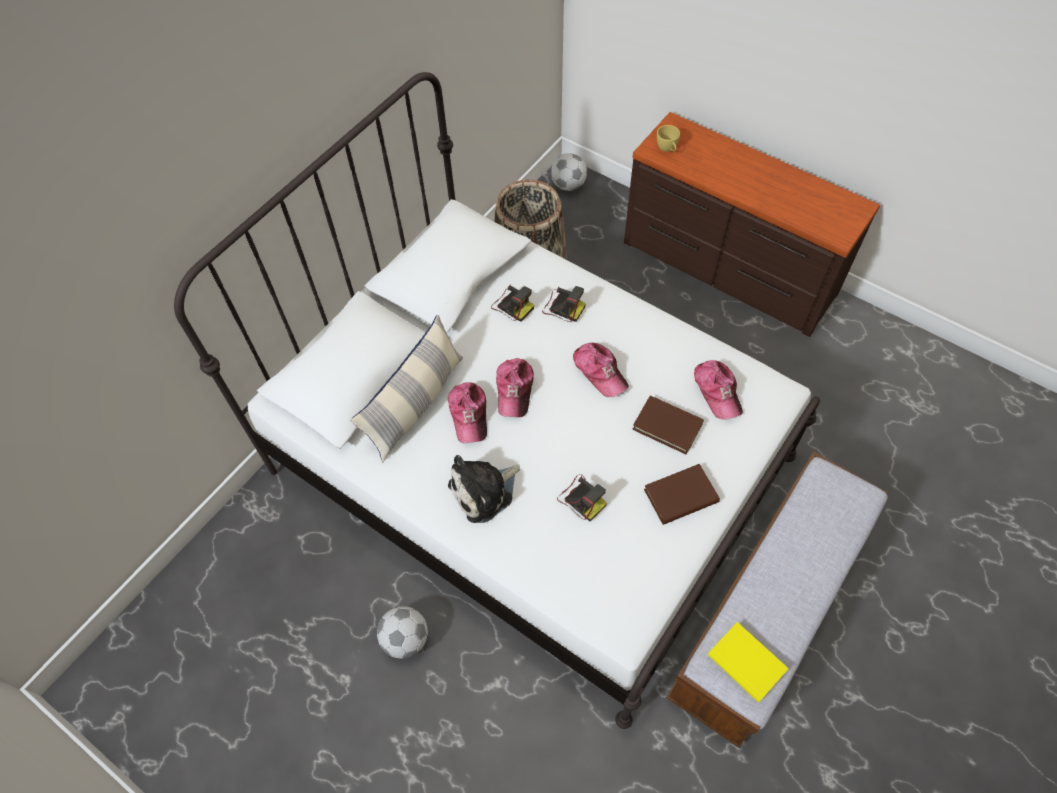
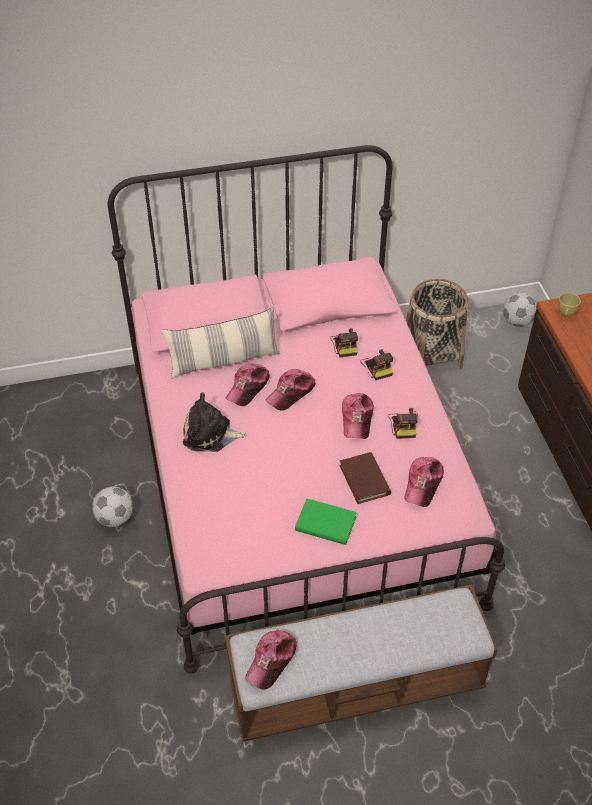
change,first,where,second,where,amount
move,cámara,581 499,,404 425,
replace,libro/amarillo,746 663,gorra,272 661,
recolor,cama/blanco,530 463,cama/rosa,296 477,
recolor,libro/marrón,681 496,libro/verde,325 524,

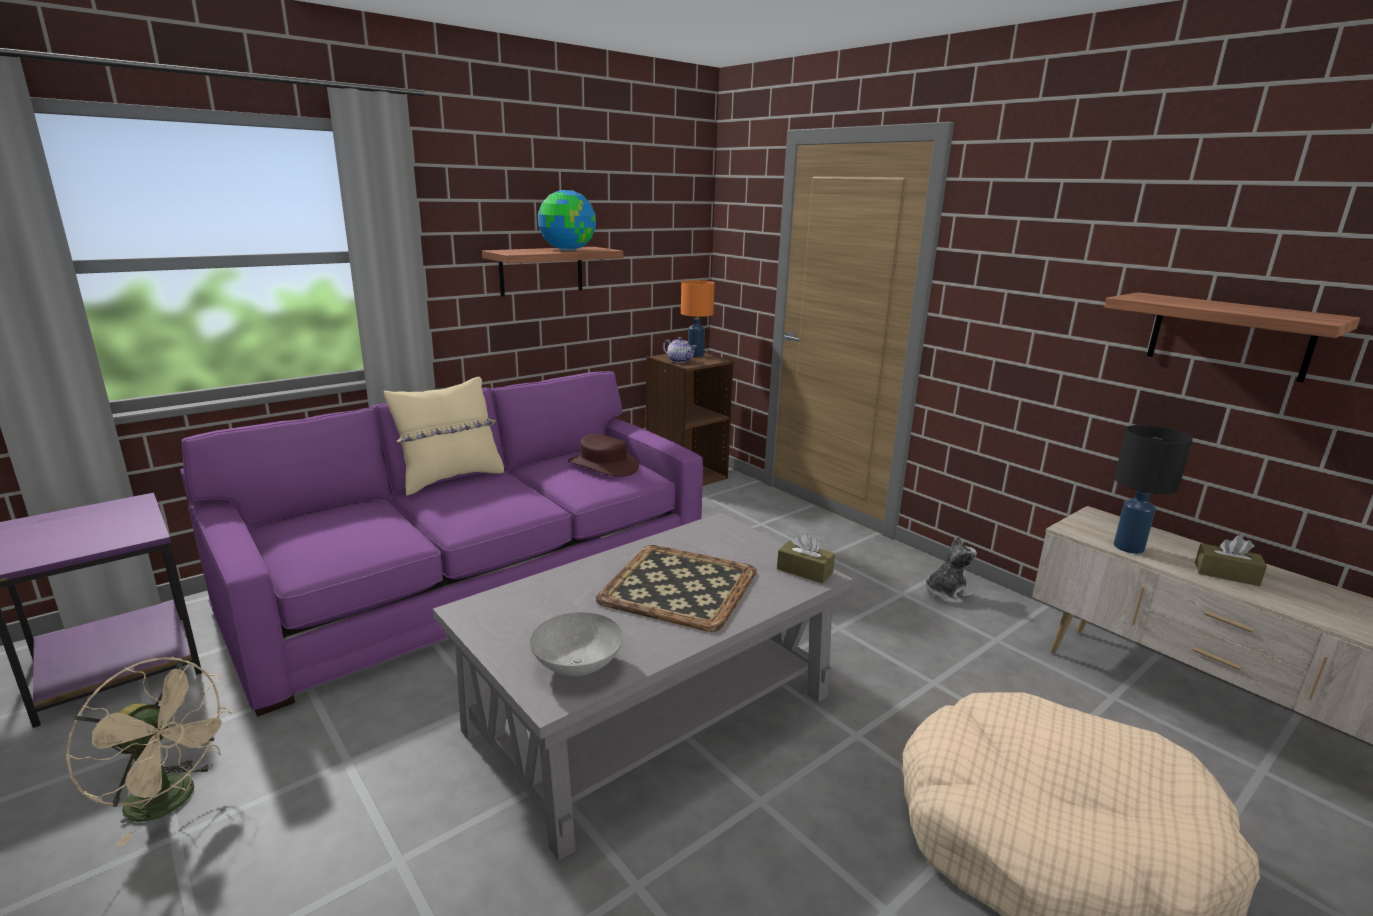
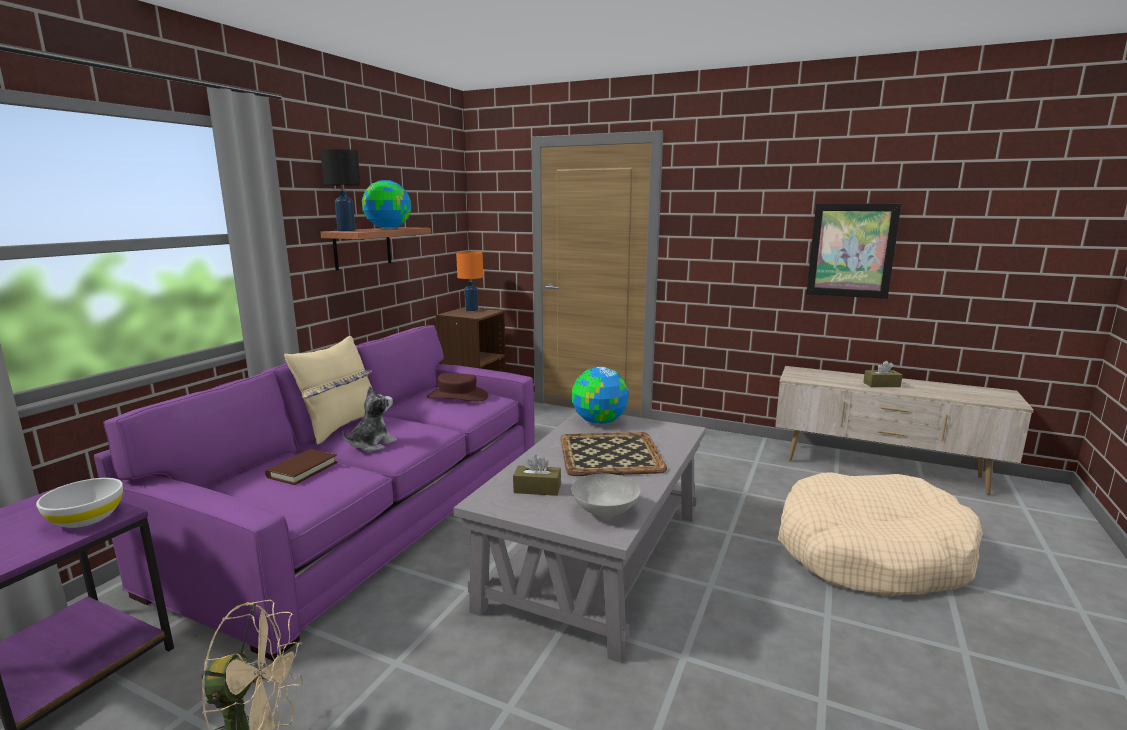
change,first,where,second,where,amount
delete,tetera,679 361,,,
insert,,,cuenco/blanco,86 518,
insert,,,libro/marrón,302 470,
insert,,,globo terráqueo,599 422,
move,caja de pañuelos/marrón,804 571,,537 489,
move,peluche,946 593,,371 444,
move,lámpara de mesa/negro,1129 548,,346 230,
replace,estante,1229 336,cuadro,851 250,

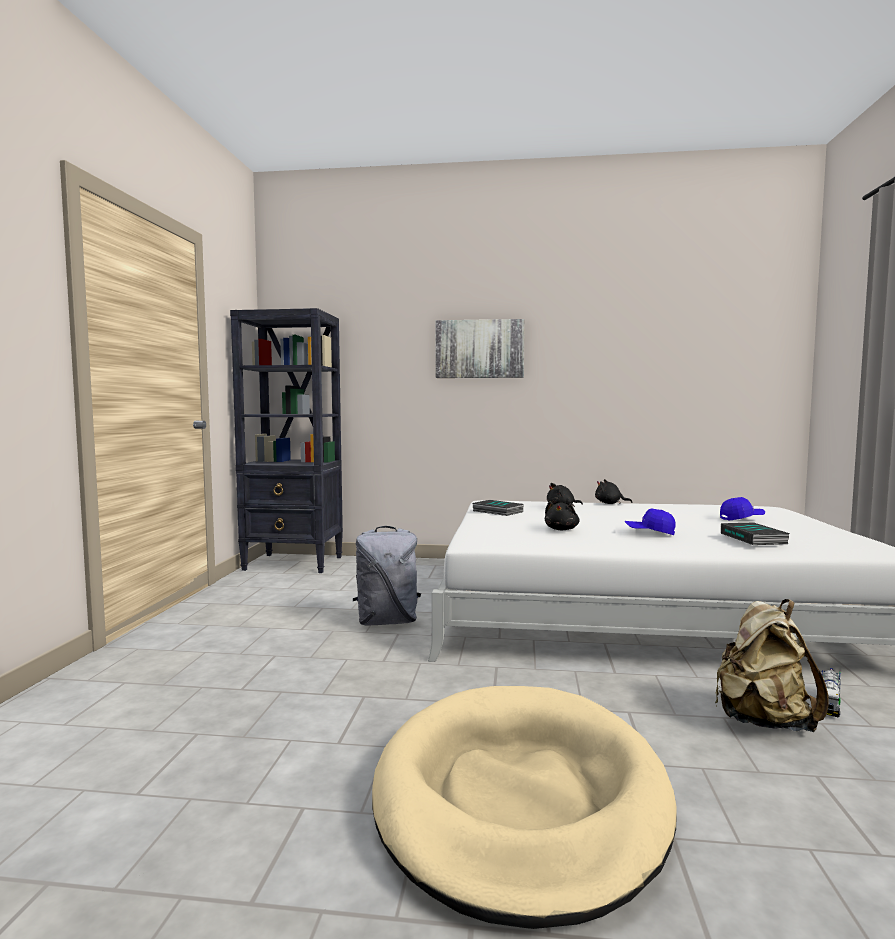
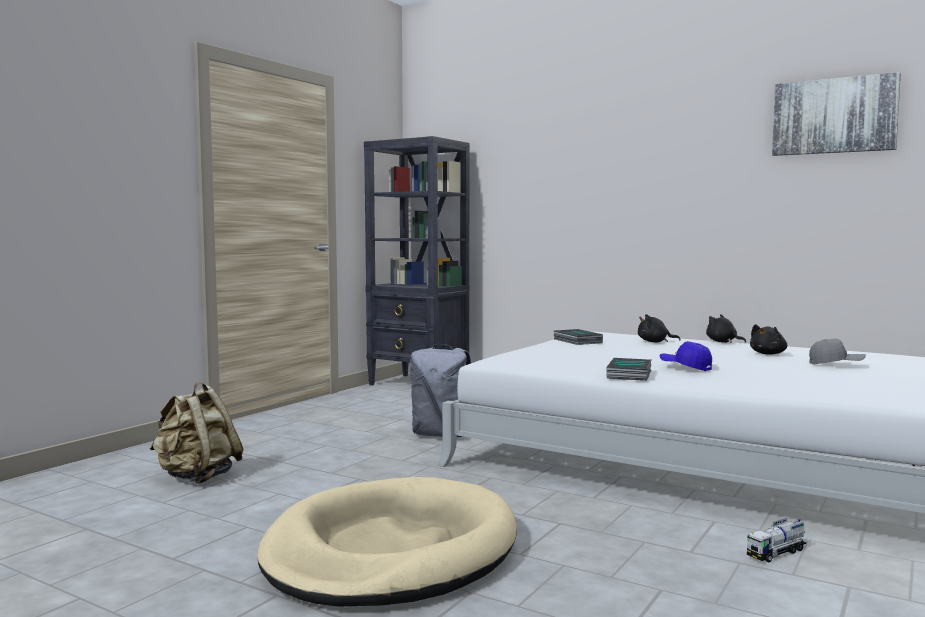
change,first,where,second,where,amount
move,cuadro,479 349,,834 116,
move,peluche/negro,561 529,,769 354,
move,mochila/beis,763 721,,197 477,
move,libro,754 538,,630 374,
recolor,gorra/azul,741 518,gorra/gris,836 364,

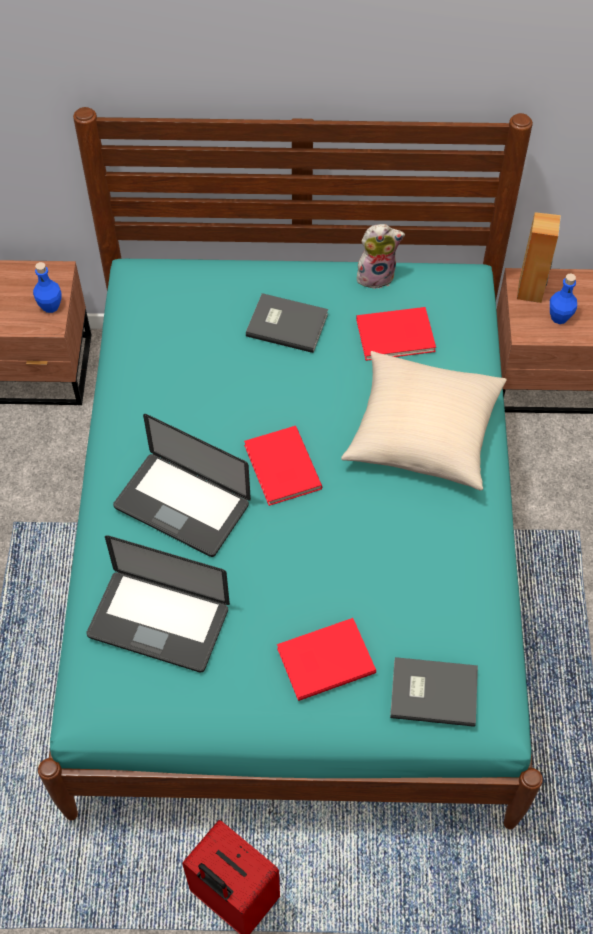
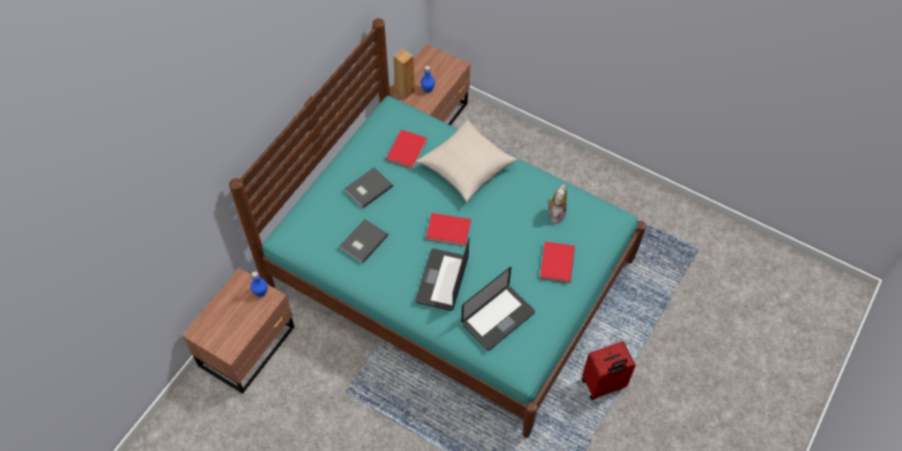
change,first,where,second,where,amount
move,peluche,376 275,,555 213,
move,libro/gris,432 691,,362 241,
rotate,portátil,182 505,,442 280,135 degrees clockwise

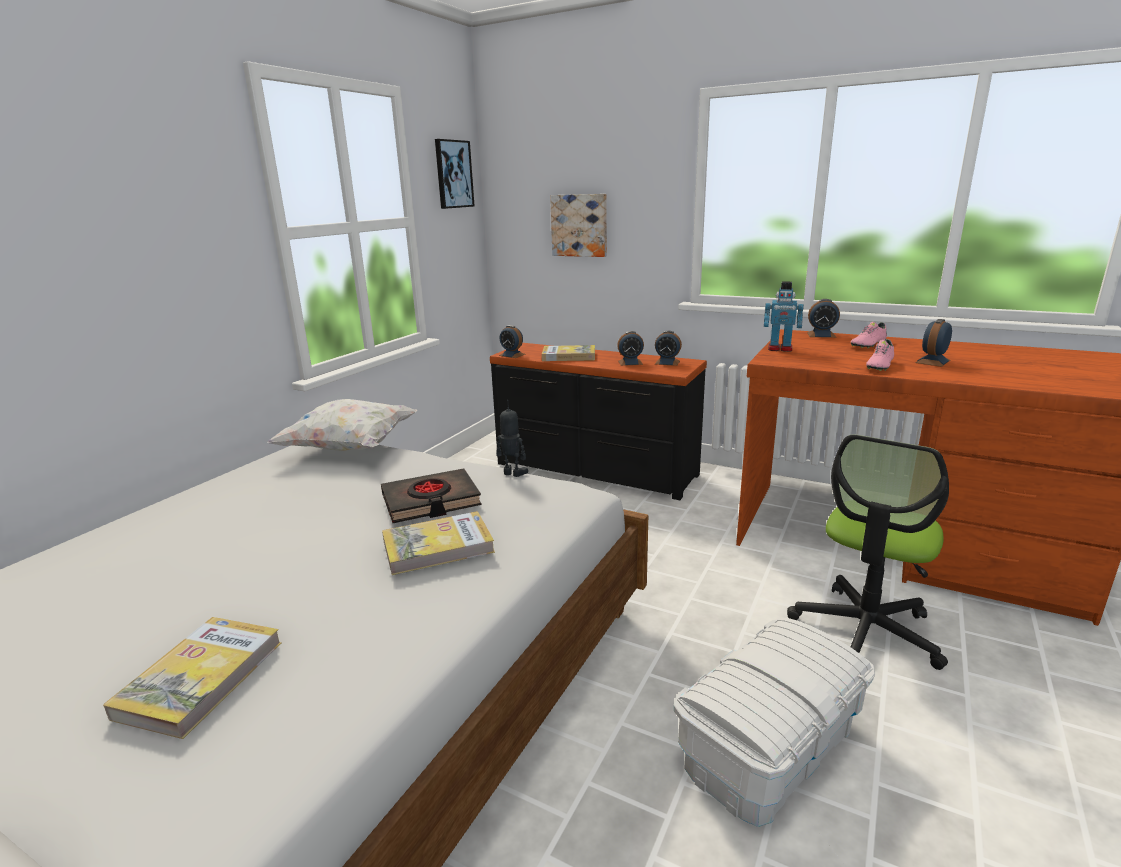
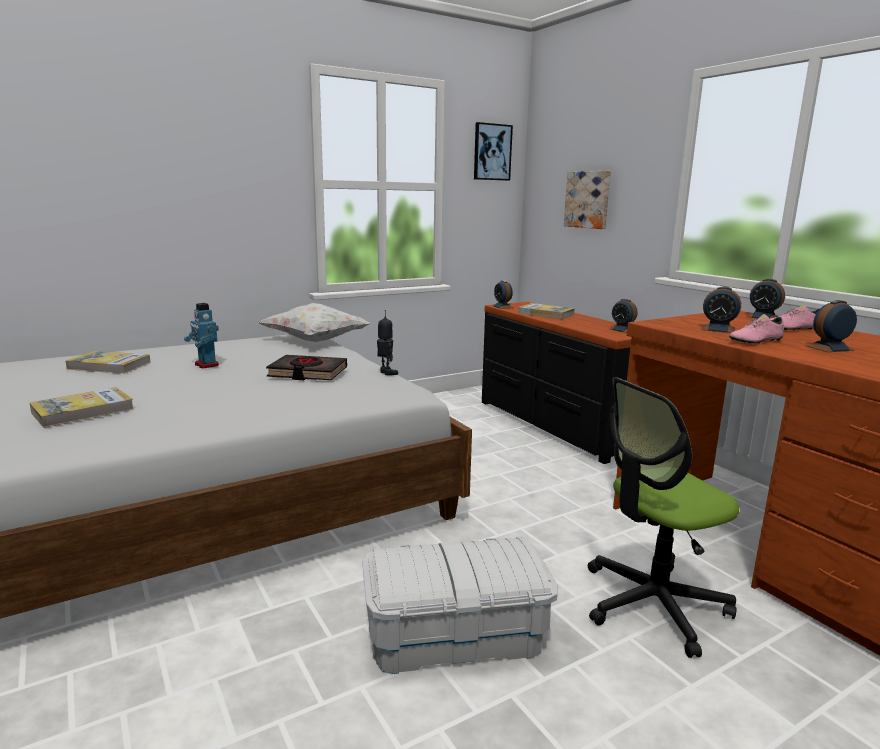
change,first,where,second,where,amount
move,libro,438 547,,109 366,
move,despertador,630 362,,718 329,
move,robot de juguete,780 349,,206 365,

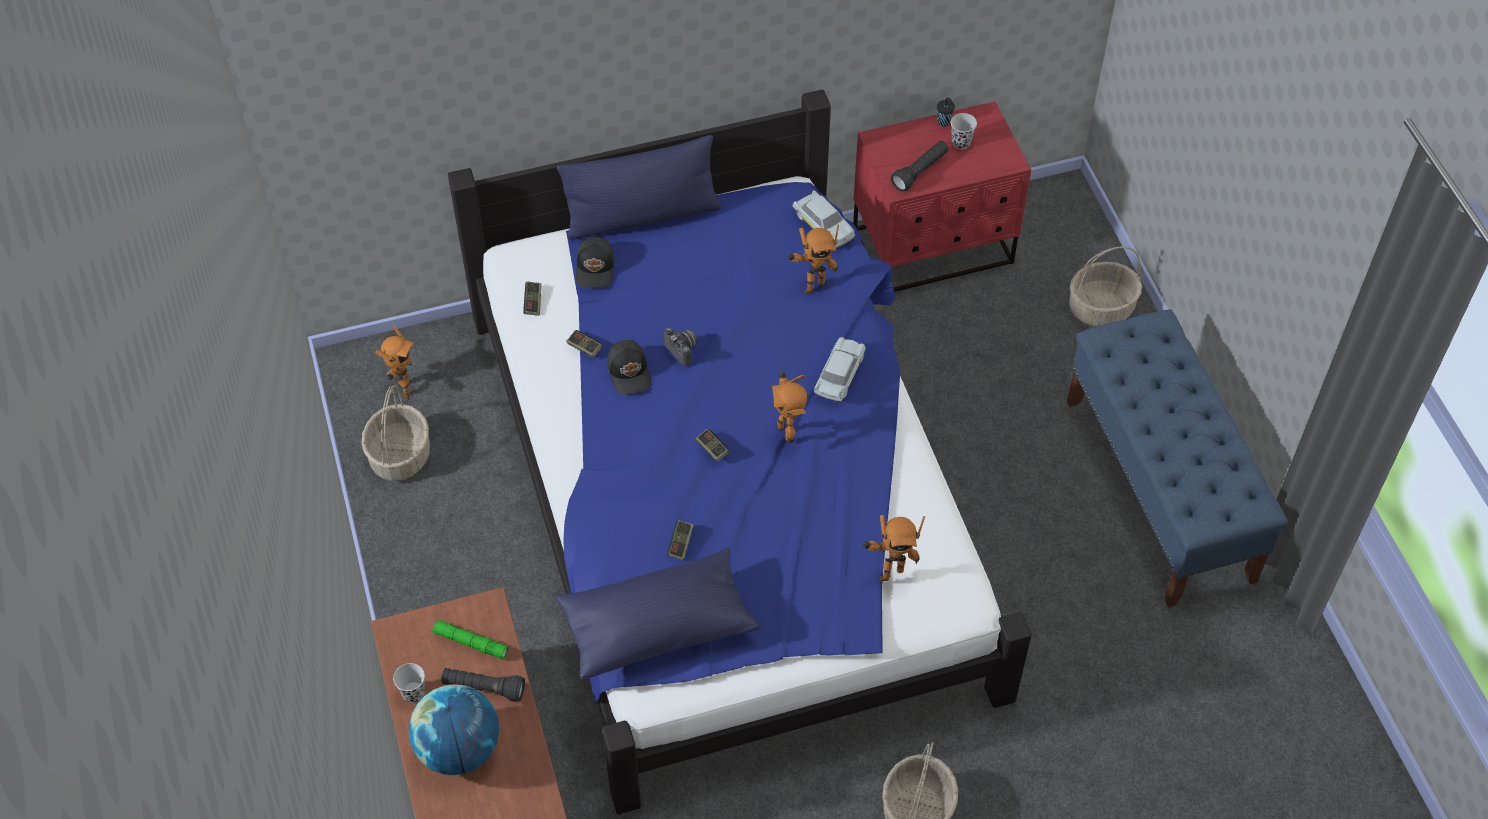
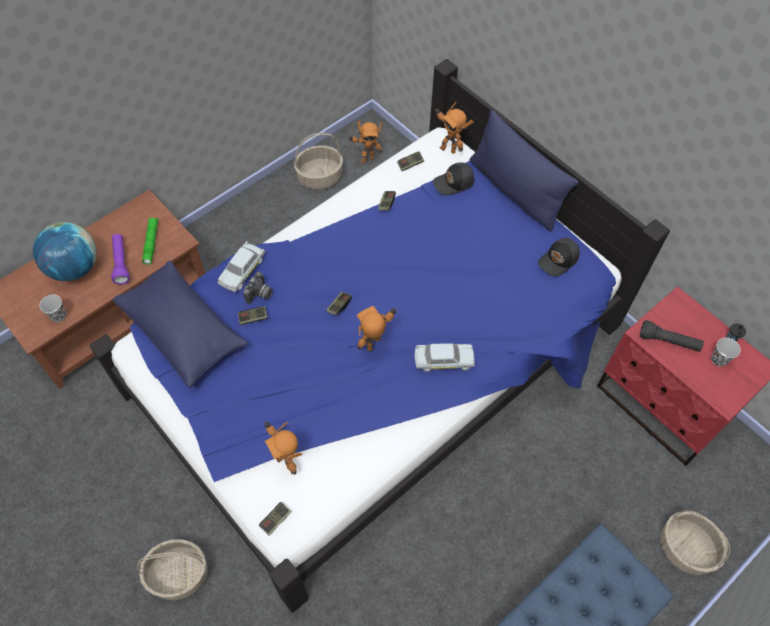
change,first,where,second,where,amount
insert,,,mando de consola,276 520,
move,taza/negro,413 693,,58 315,
move,gorra/negro,630 372,,559 260,
move,cámara,683 350,,260 294,
move,robot de juguete,812 285,,448 148,
move,coche de juguete/blanco,823 225,,242 270,
recolor,linterna/negro,484 688,linterna/morado,121 263,

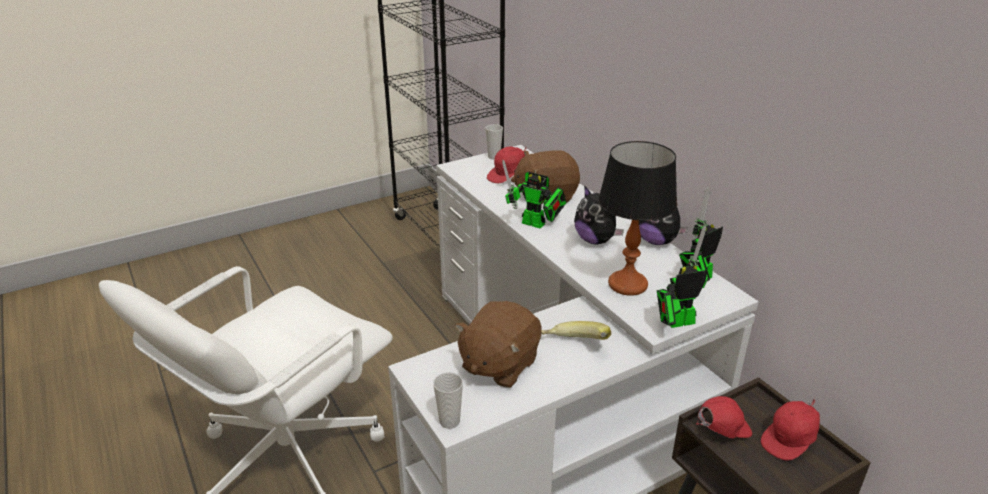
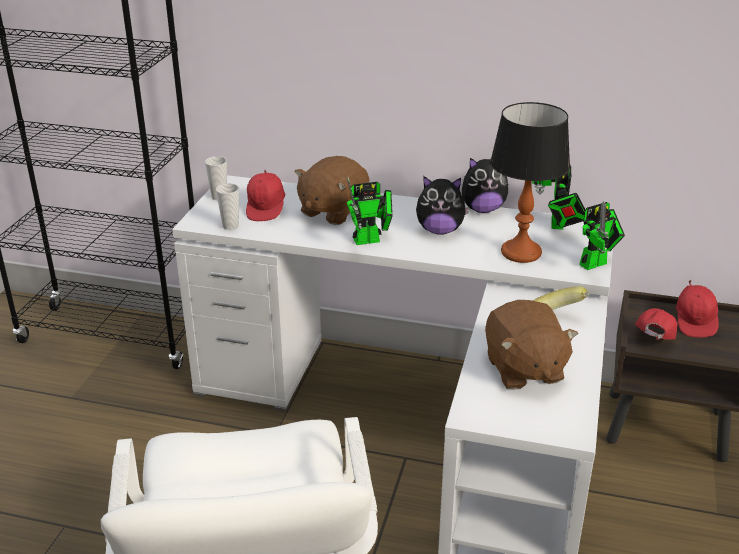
change,first,where,second,where,amount
move,taza,449 421,,230 226,
rotate,robot de juguete,676 323,,596 263,150 degrees counterclockwise

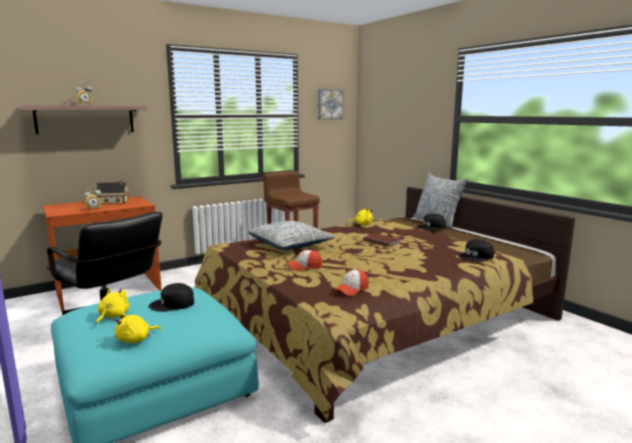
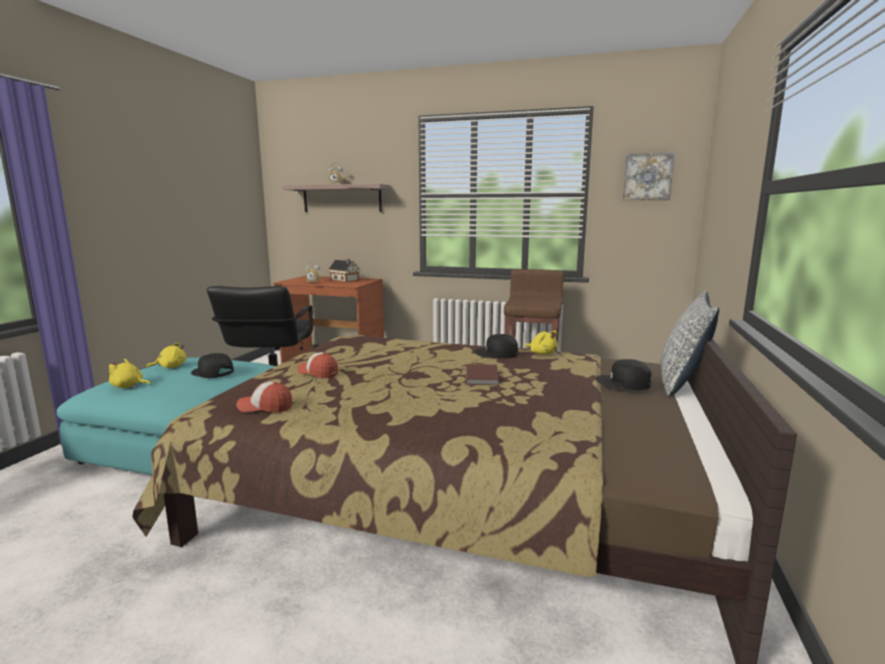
change,first,where,second,where,amount
delete,cojín,290 245,,,
move,gorra/negro,476 256,,496 353,

